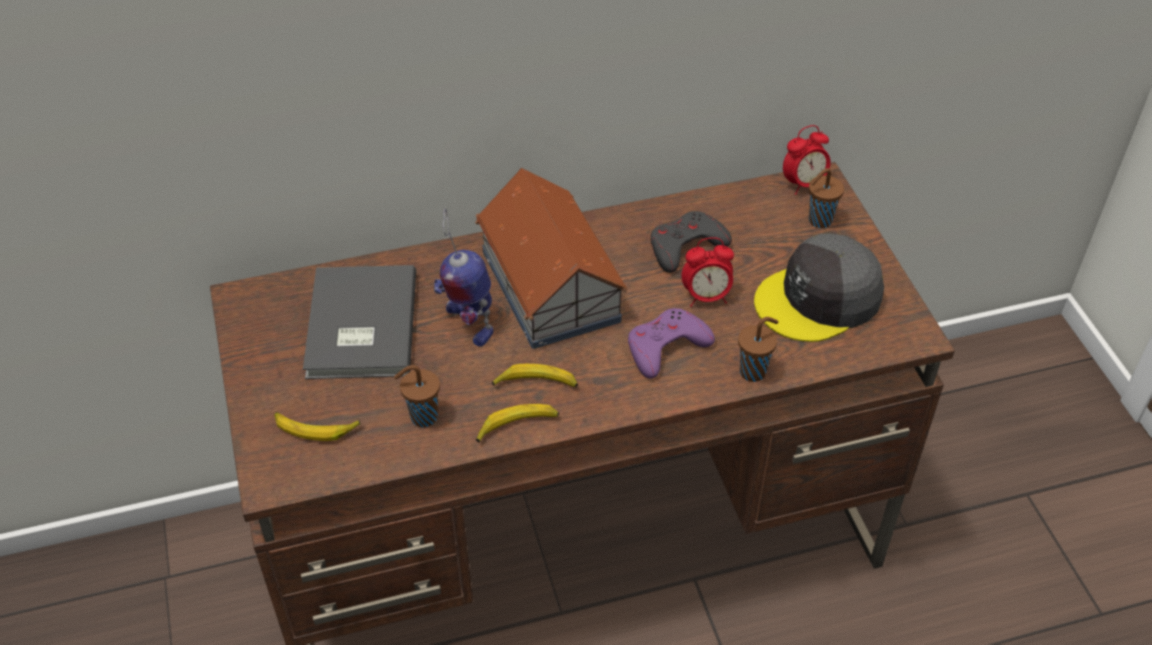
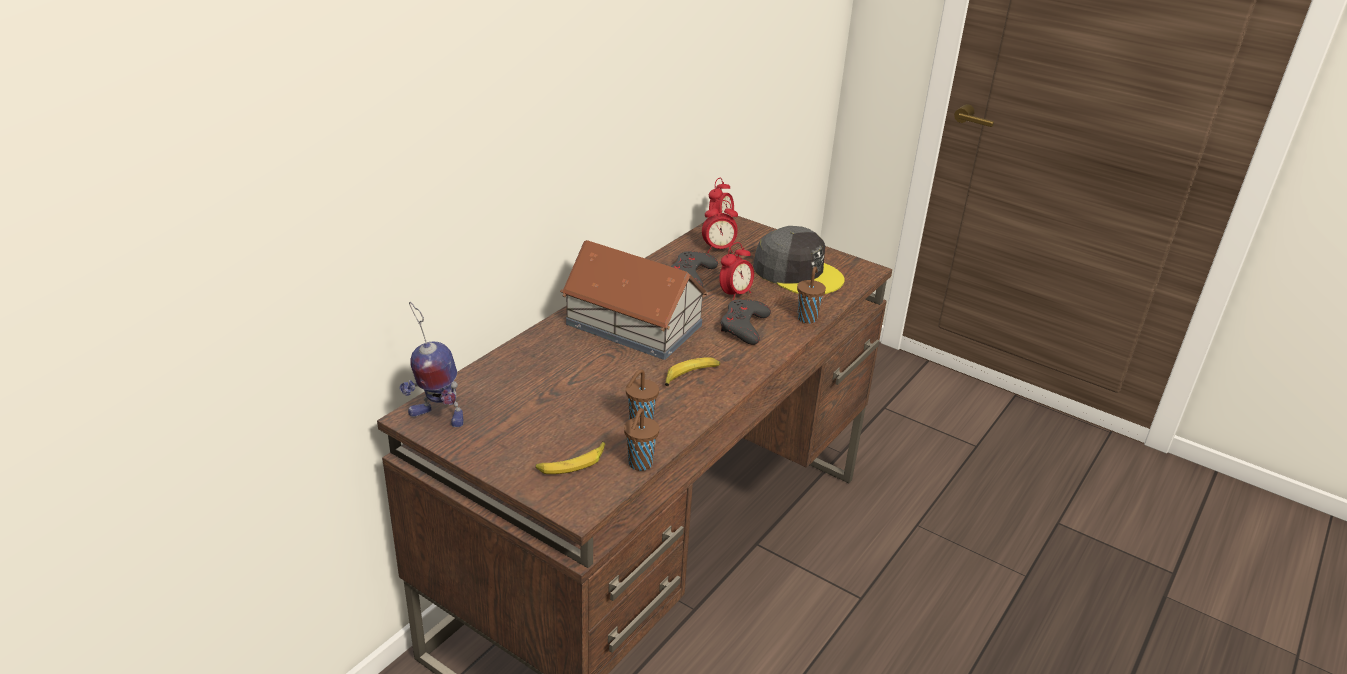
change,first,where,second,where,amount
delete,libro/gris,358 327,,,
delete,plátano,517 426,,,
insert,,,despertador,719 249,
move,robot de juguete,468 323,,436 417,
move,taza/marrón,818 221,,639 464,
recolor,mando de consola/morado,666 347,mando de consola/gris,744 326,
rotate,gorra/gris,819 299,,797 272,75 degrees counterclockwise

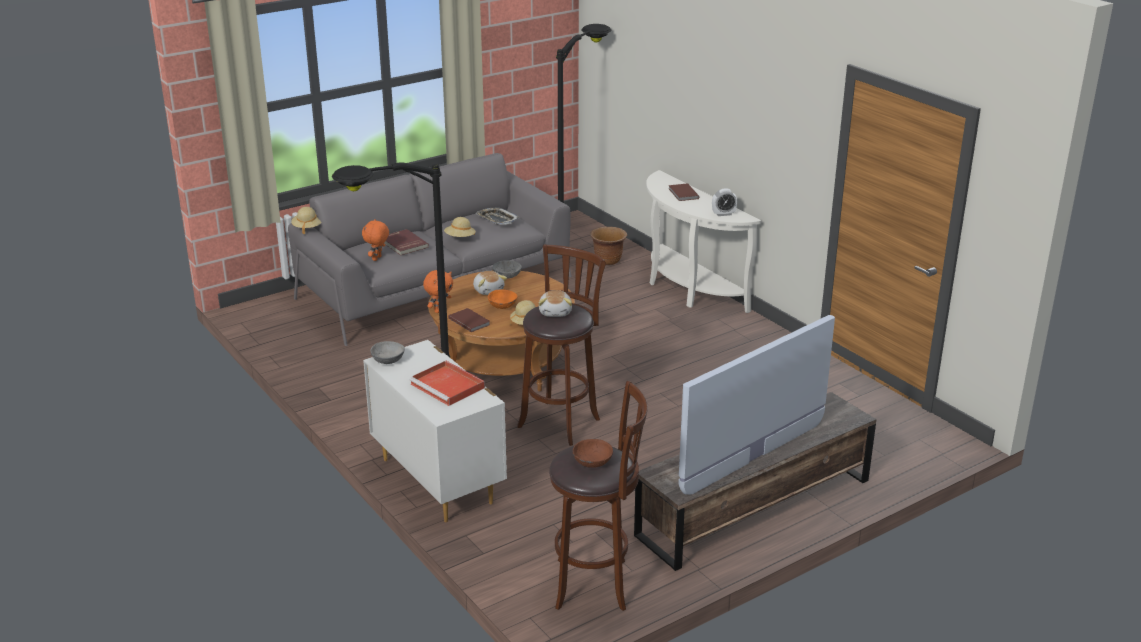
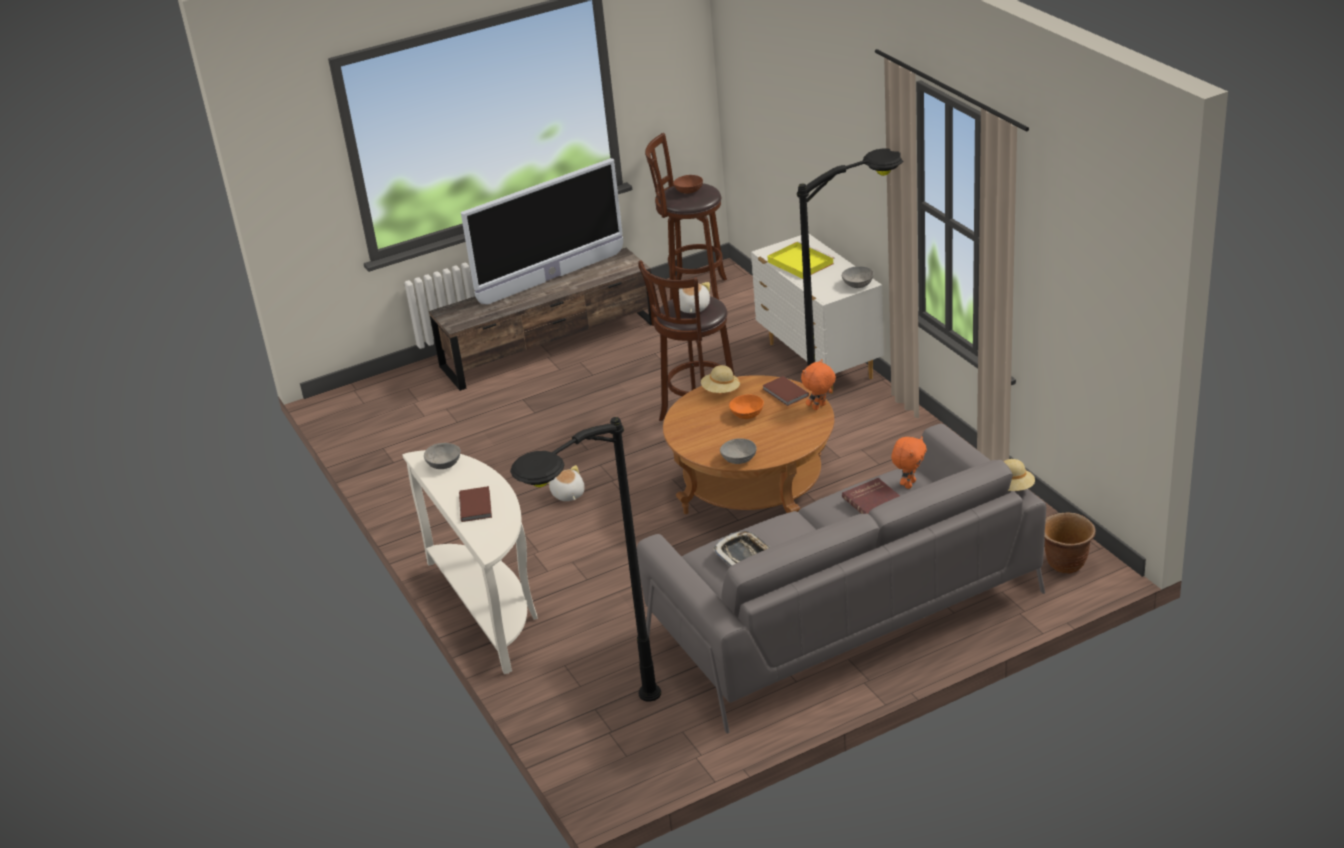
change,first,where,second,where,amount
delete,sombrero/beis,460 238,,,
move,peluche,488 290,,568 494,
move,maceta/marrón,608 261,,1065 563,
replace,despertador,723 214,cuenco/gris,443 464,
recolor,bandeja/rojo,448 386,bandeja/amarillo,799 262,

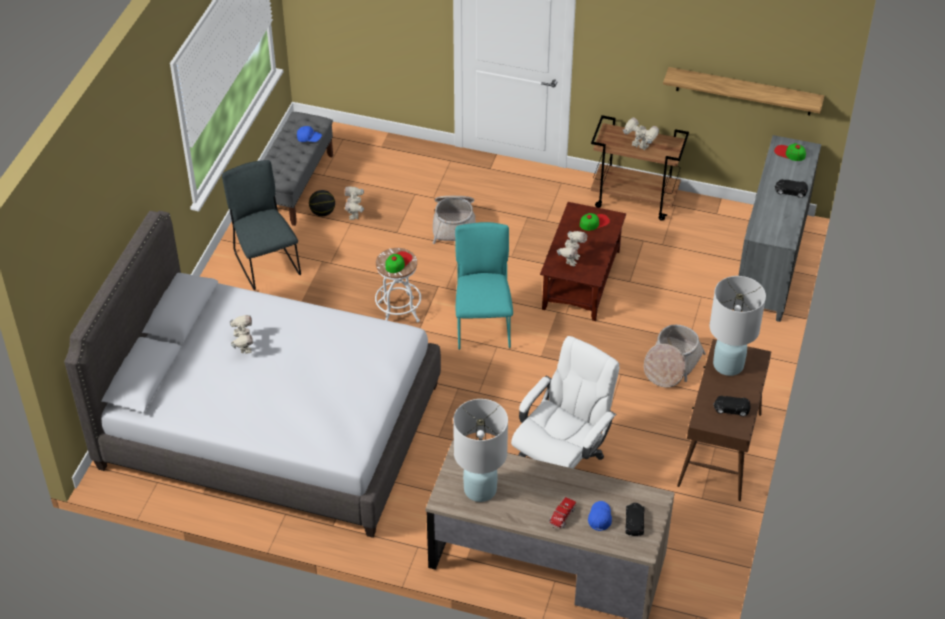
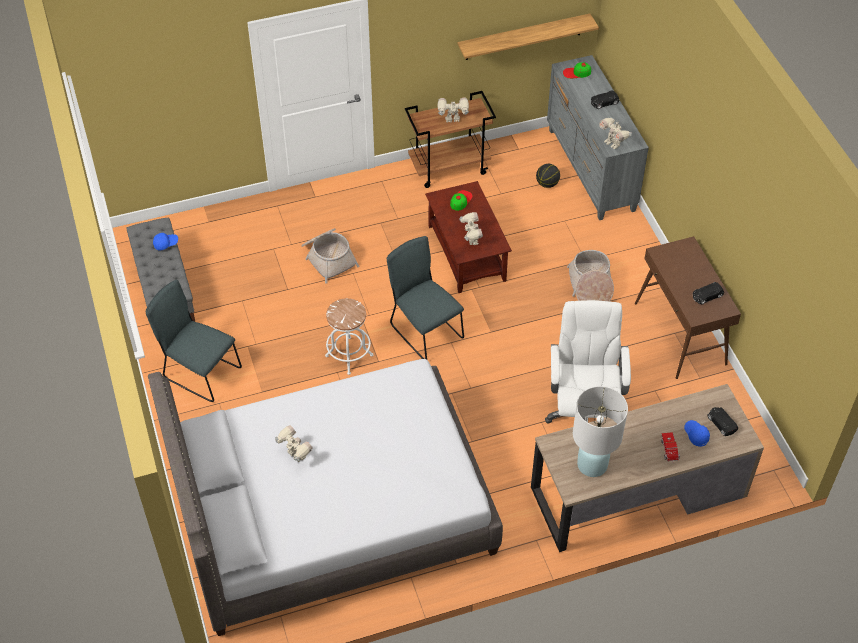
change,first,where,second,where,amount
delete,gorra,398 262,,,
delete,lámpara de mesa/blanco,728 364,,,
move,balón de baloncesto,323 212,,547 184,
move,robot de juguete,354 214,,613 143,
recolor,silla/turquesa,483 324,silla/gris,424 329,

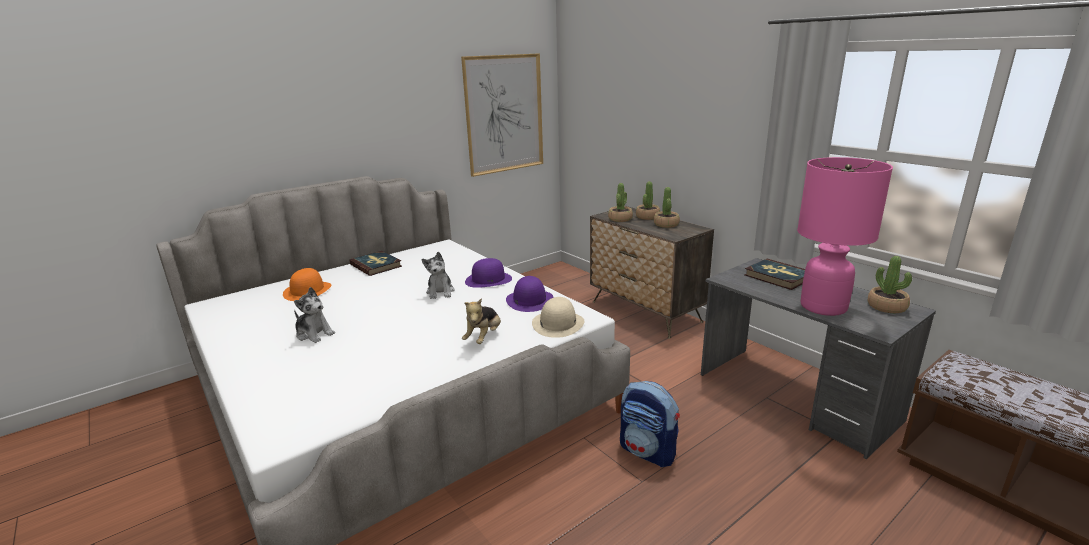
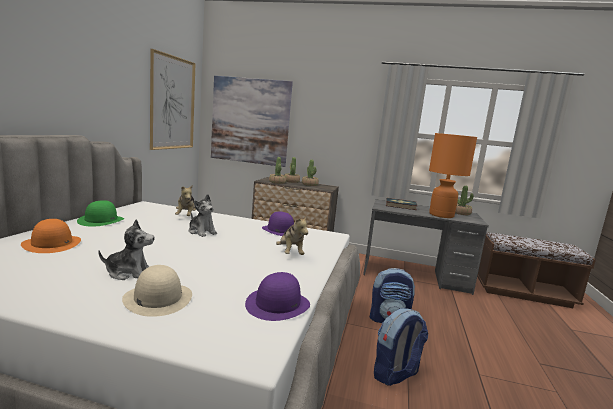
change,first,where,second,where,amount
insert,,,peluche,186 216,
insert,,,cuadro,250 121,
insert,,,mochila,395 375,
move,sombrero/morado,488 280,,278 304,
move,sombrero/beis,558 323,,158 298,
replace,libro,376 265,sombrero/verde,101 220,
recolor,lámpara de mesa/rosa,823 306,lámpara de mesa/naranja,441 215,

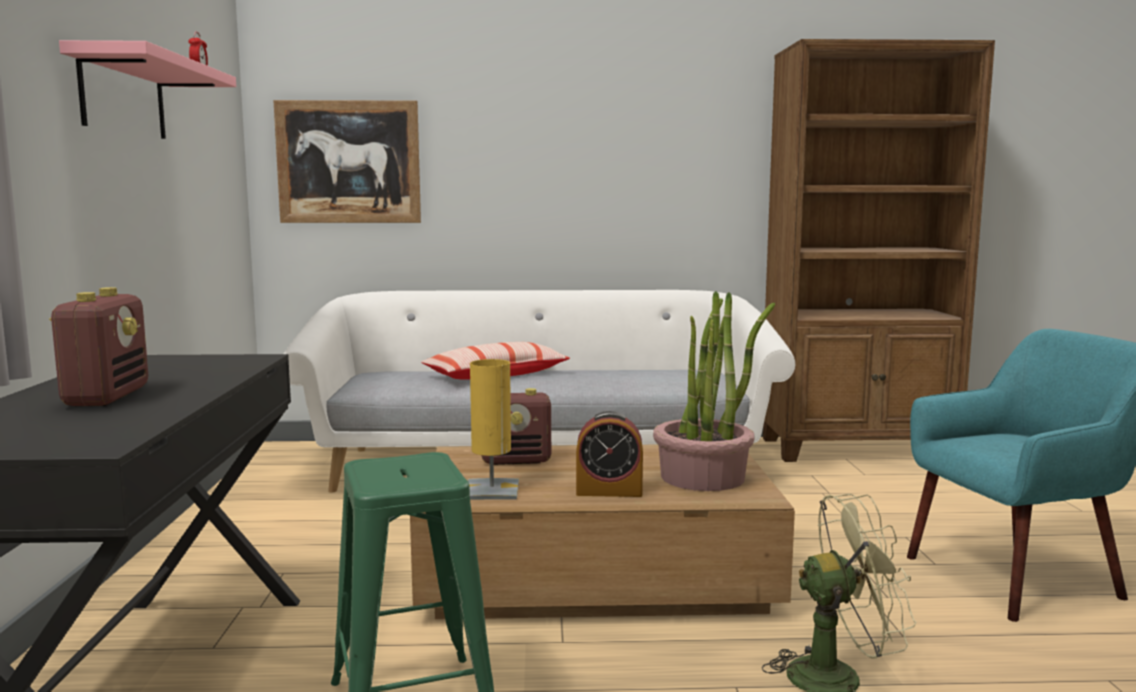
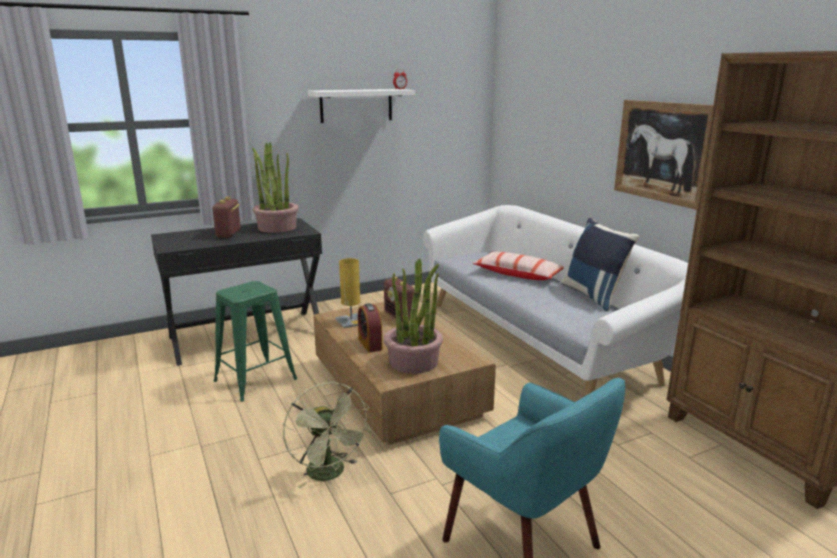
change,first,where,second,where,amount
insert,,,planta en maceta,277 227,
insert,,,cojín/azul,594 296,
move,cuadro,348 162,,663 152,
recolor,estante/rosa,123 97,estante/blanco,356 105,
rotate,radio,107 397,,228 234,120 degrees clockwise

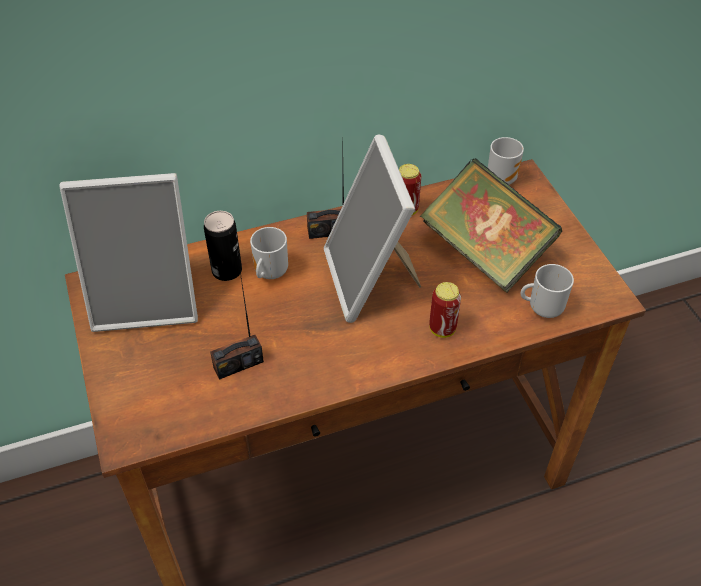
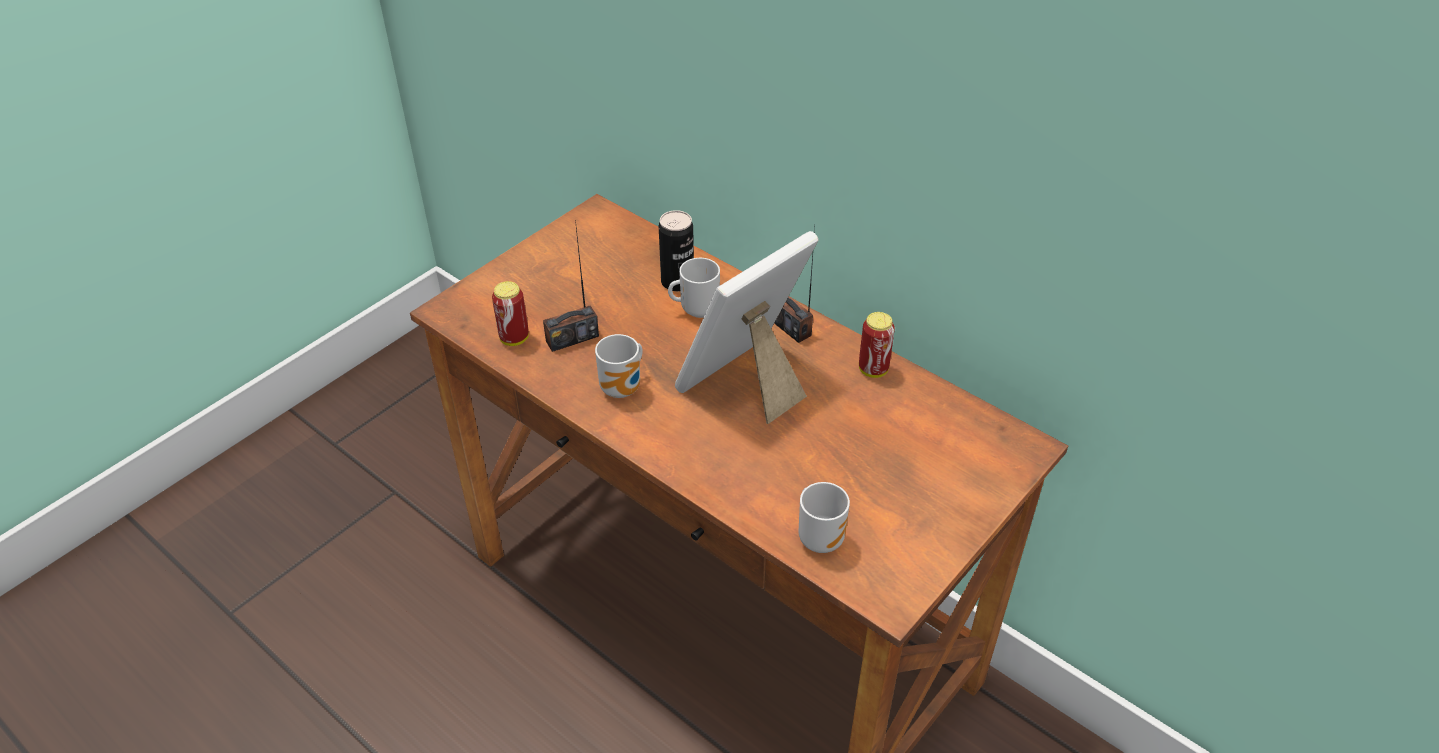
change,first,where,second,where,amount
delete,portarretratos,147 299,,,
delete,libro,485 251,,,
move,lata,442 329,,514 338,
move,taza grande,501 178,,624 389,
rotate,radio,238 364,,572 338,60 degrees counterclockwise

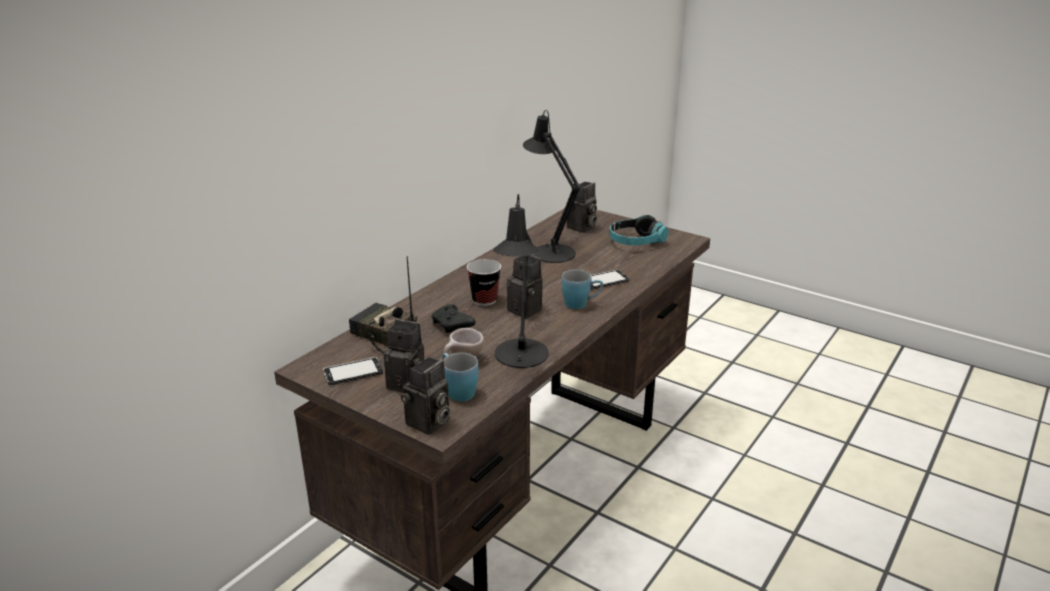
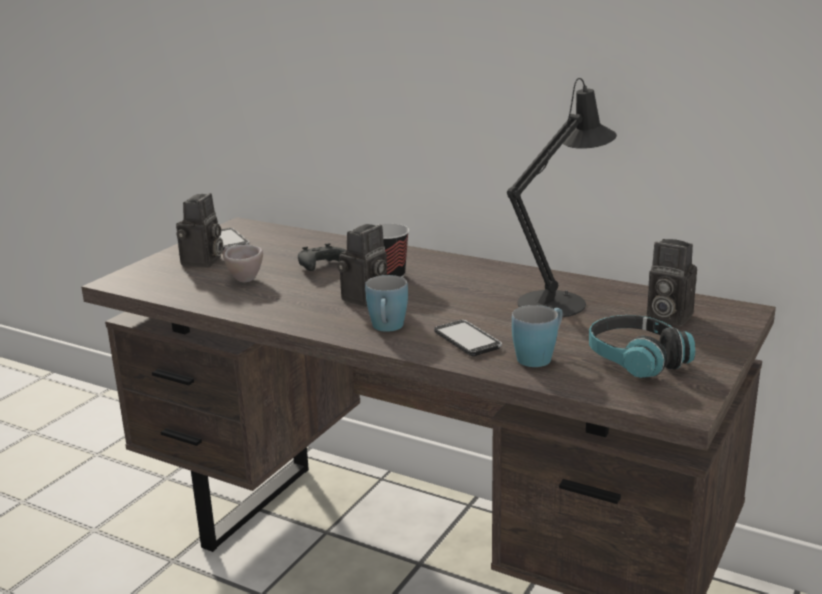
change,first,where,second,where,amount
delete,radio,383 336,,,
delete,cámara,428 424,,,
delete,lámpara de mesa/negro,520 357,,,
move,taza grande/azul,457 391,,539 356,

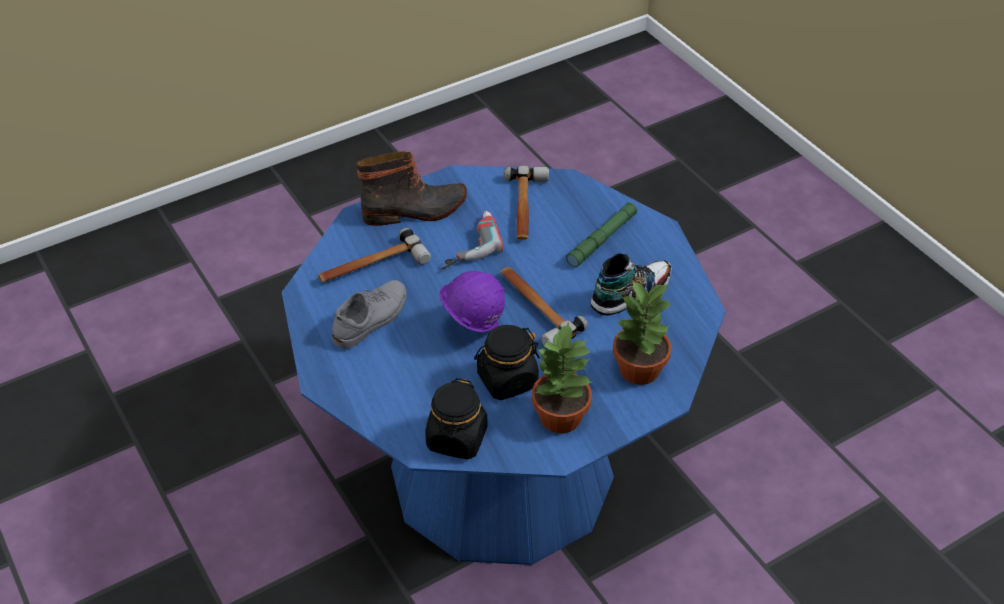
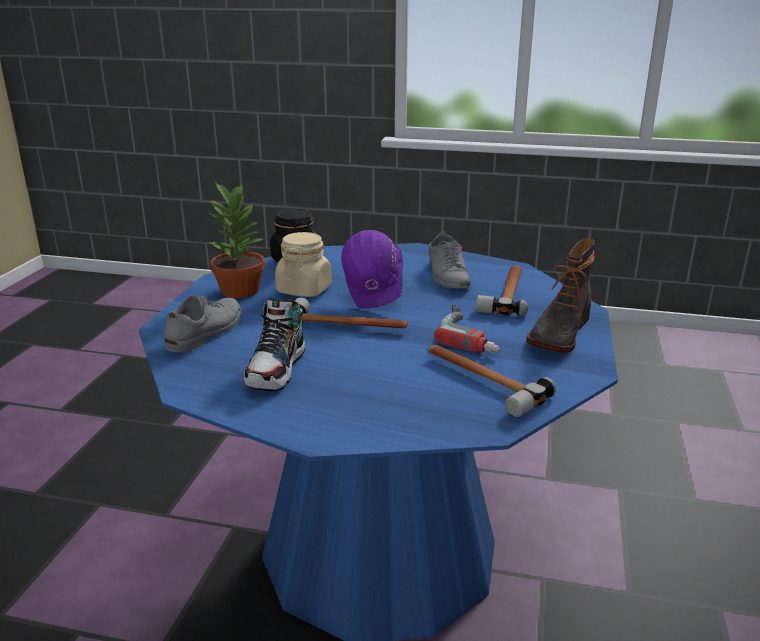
change,first,where,second,where,amount
delete,linterna/verde,602 239,,,
replace,planta en maceta,640 370,zapato/gris,206 331,
recolor,tarro/negro,507 380,tarro/beis,304 289,

